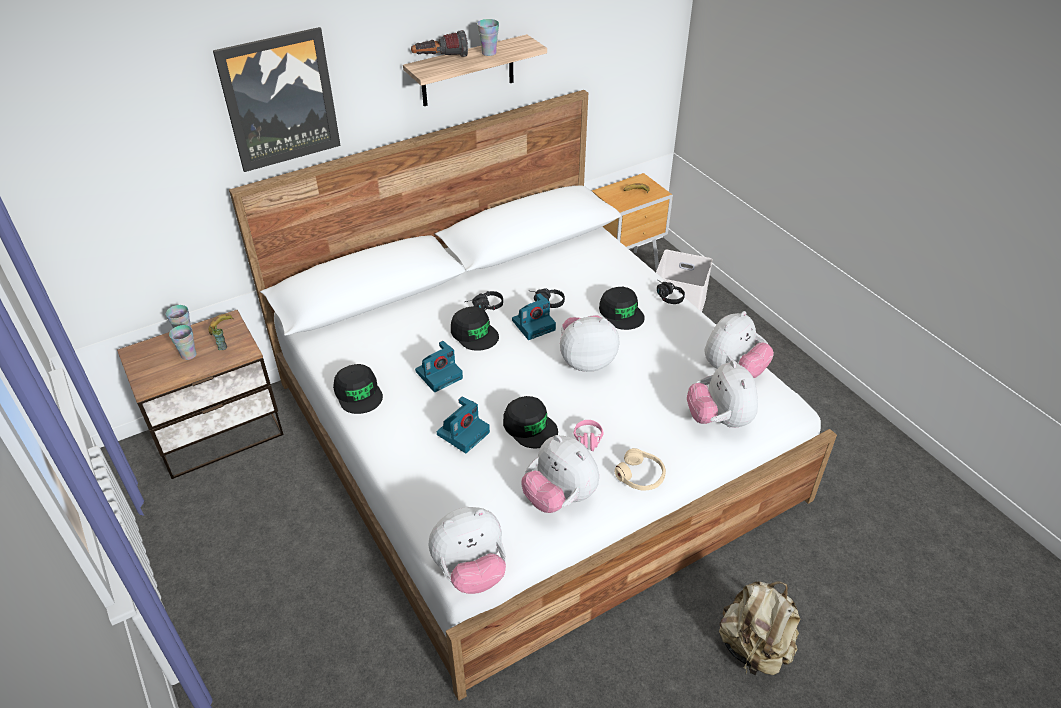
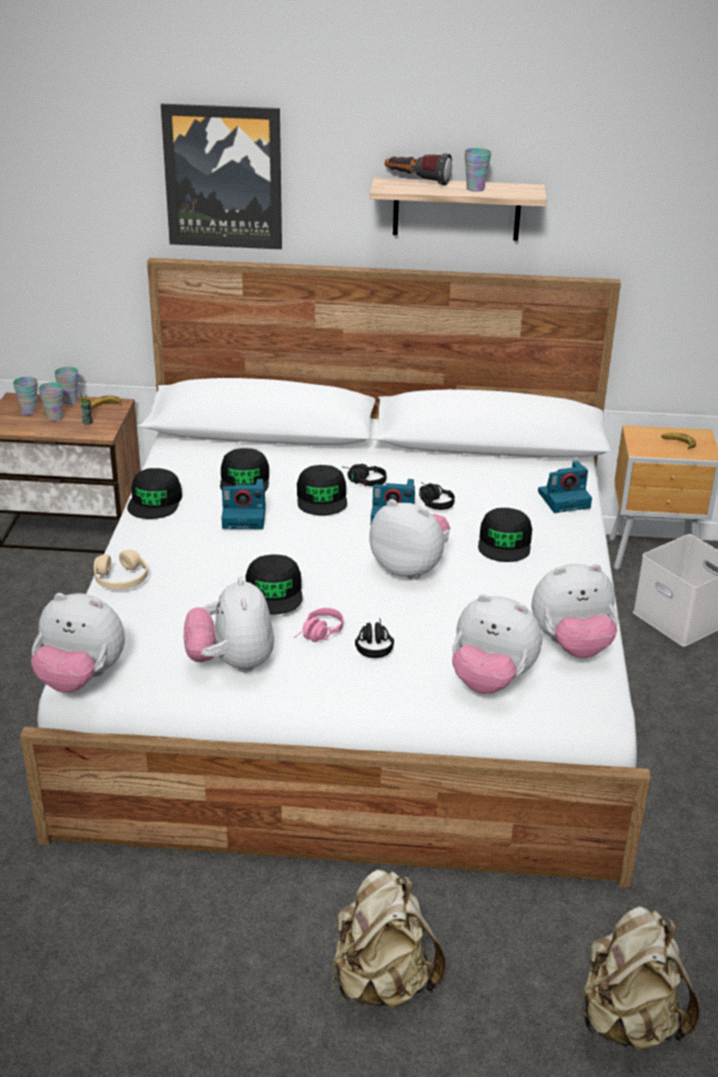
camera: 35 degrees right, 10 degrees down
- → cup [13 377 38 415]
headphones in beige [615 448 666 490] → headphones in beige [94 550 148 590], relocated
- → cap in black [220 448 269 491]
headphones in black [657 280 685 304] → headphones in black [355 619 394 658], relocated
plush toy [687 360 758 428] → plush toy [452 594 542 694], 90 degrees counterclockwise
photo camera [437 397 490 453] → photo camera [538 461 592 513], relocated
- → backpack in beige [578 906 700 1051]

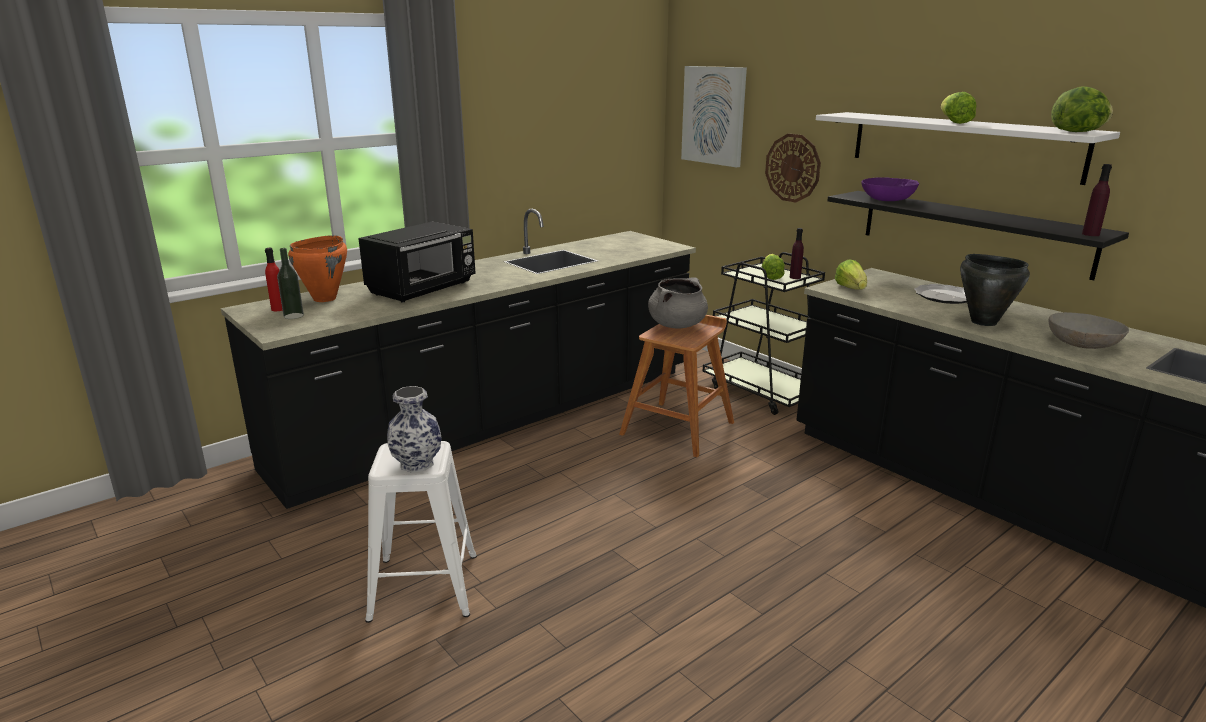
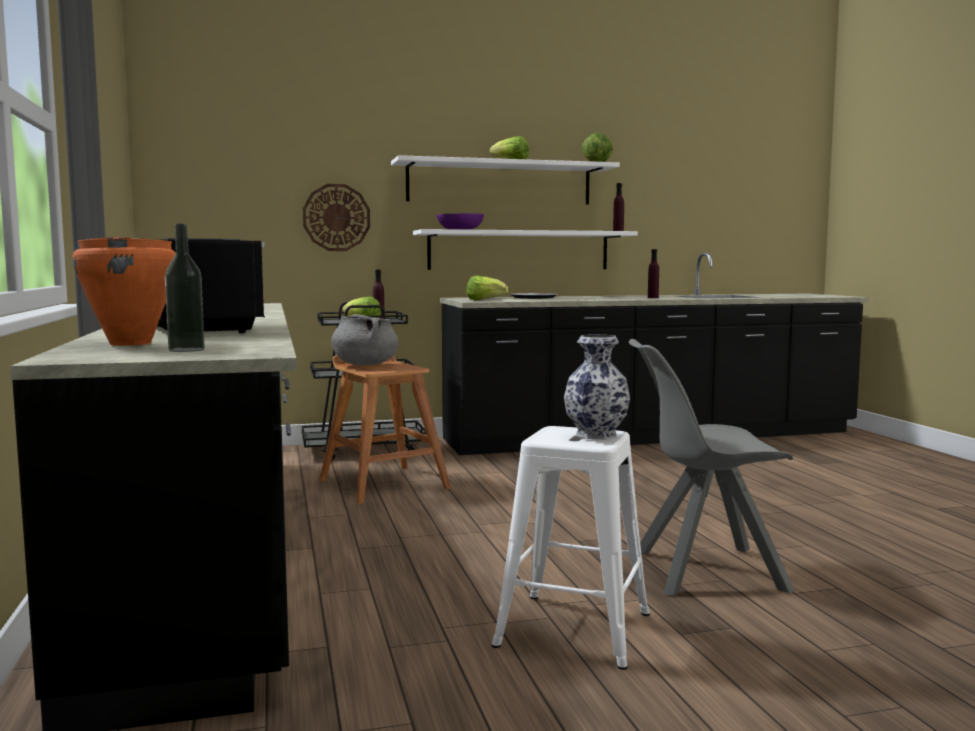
camera: 65 degrees left, 15 degrees down
shelf in black [827 191 1129 280] → shelf in white [413 229 638 270]
- → chair in grey [629 339 795 596]
bowl in grey [1049 312 1129 349] → bottle in purple [648 249 659 298]
bottle in red [265 248 283 311] → -
picture [681 66 747 167] → -
cooking pot in black [960 254 1030 326] → -

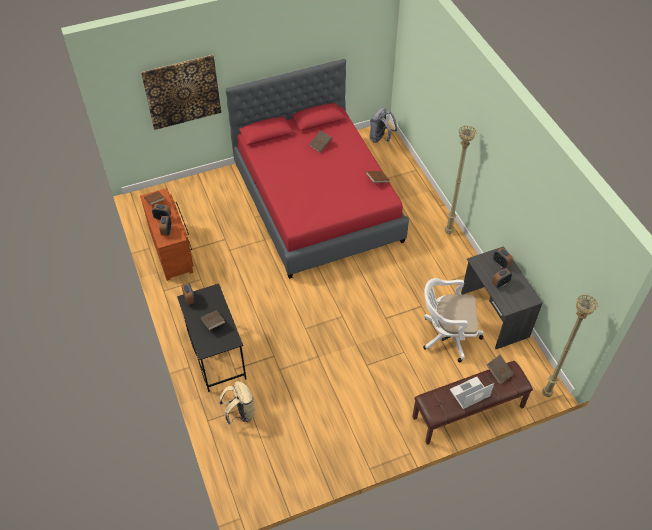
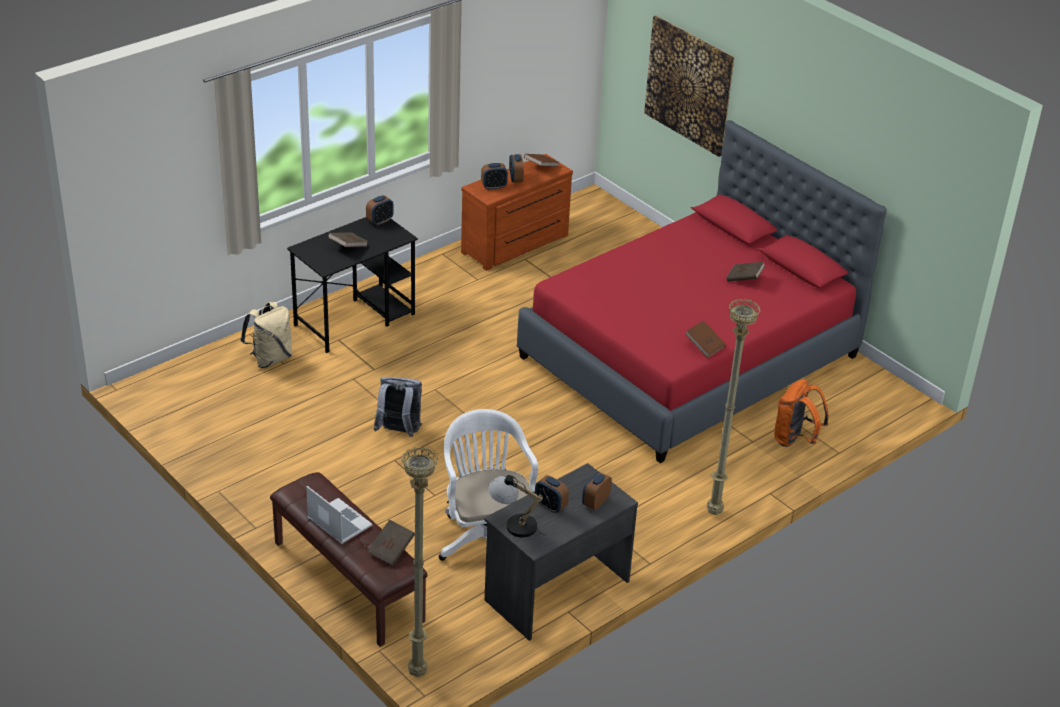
camera: 70 degrees right, 15 degrees down
backpack in grey [370 108 397 143] → backpack in grey [374 377 422 437], relocated
- → table lamp [488 475 545 537]
- → backpack in orange [774 379 828 447]

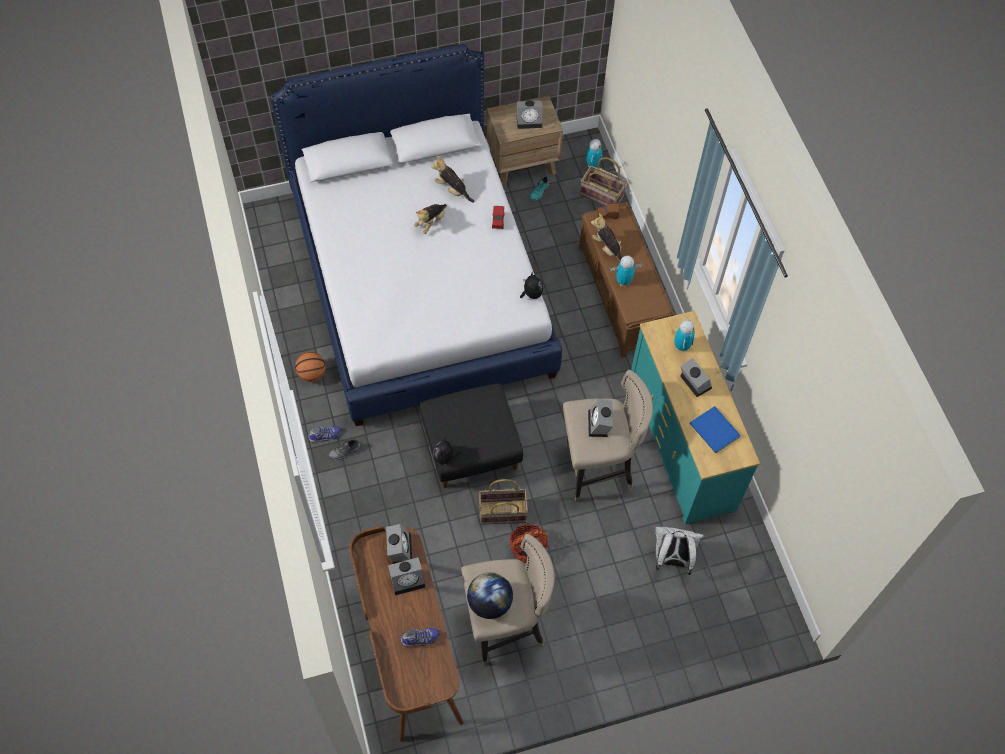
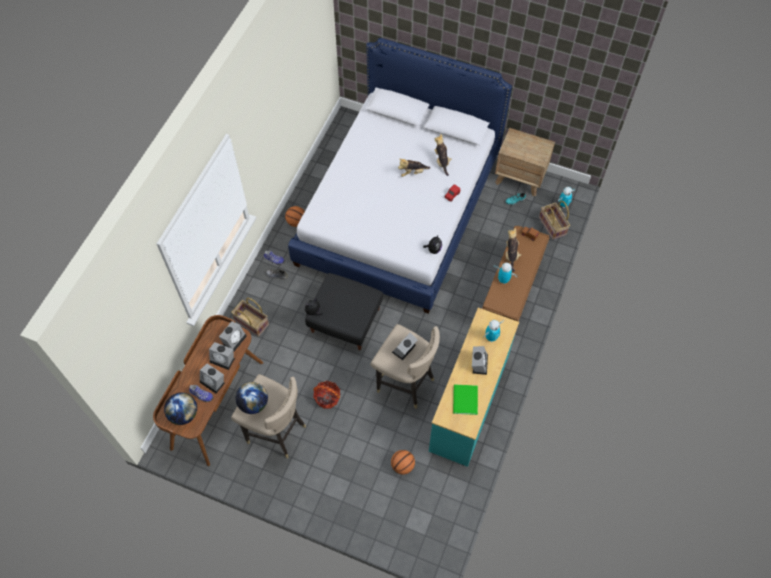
camera: 40 degrees right, 0 degrees up
- → globe [164 393 197 425]
alarm clock [517 100 543 129] → alarm clock [200 363 225 393], relocated
basket [479 479 528 525] → basket [231 298 269 337], relocated
backpack in white [654 527 704 575] → basketball [391 450 415 475]
book in blue [690 406 740 453] → book in green [453 384 478 415]

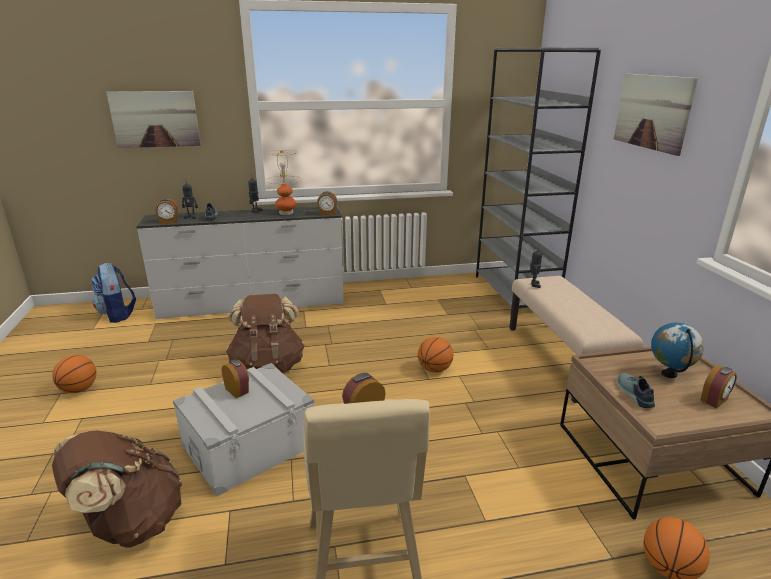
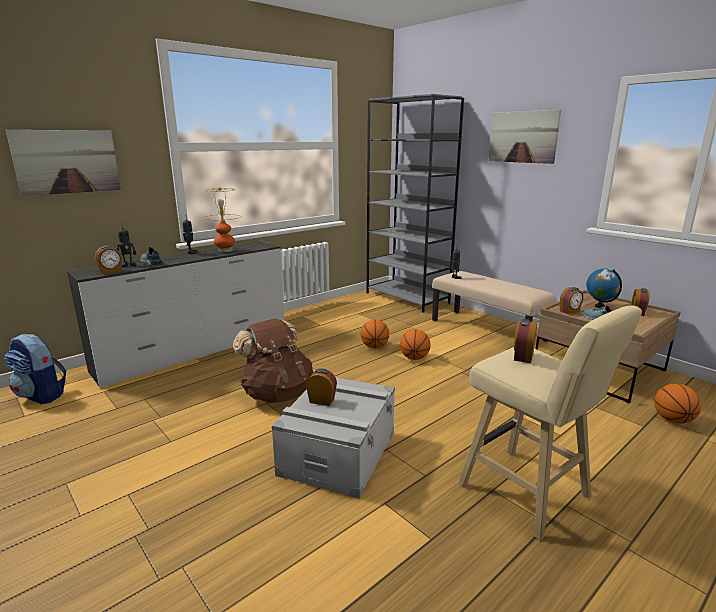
camera: 30 degrees left, 5 degrees down
basketball [52 355 96 393] → basketball [360 319 389 348], relocated
alarm clock [317 191 337 215] → alarm clock [560 287 584 314], relocated
backpack in brown [52 430 182 548] → -

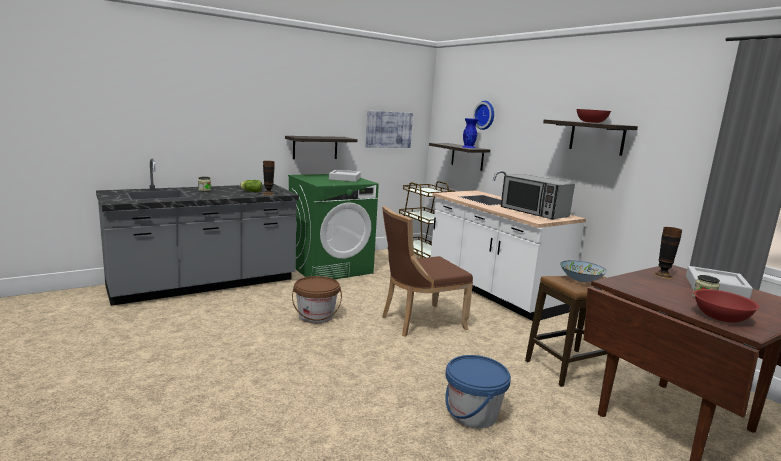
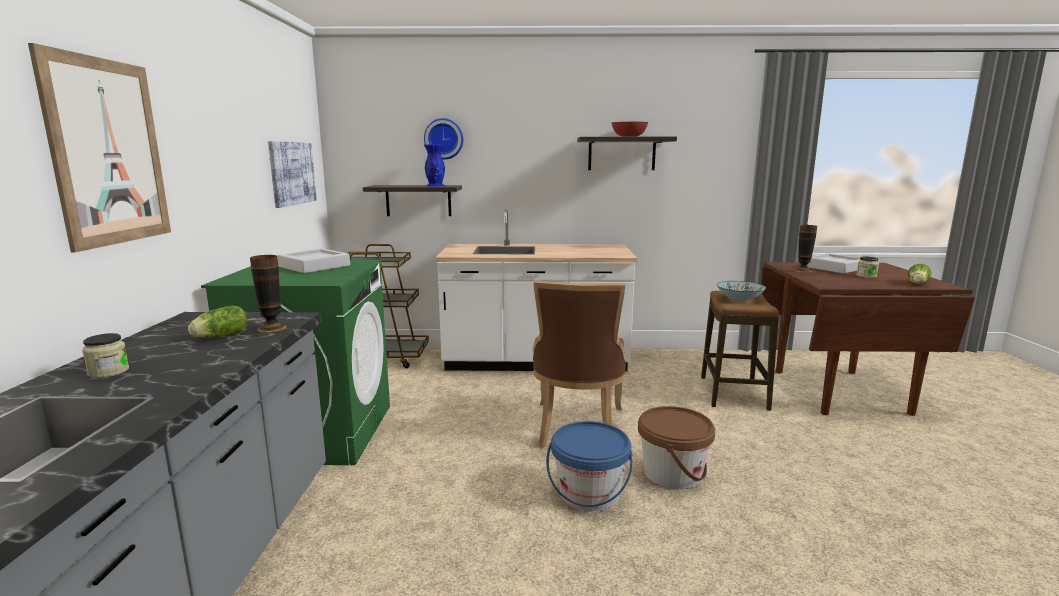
camera: 55 degrees left, 0 degrees up
- → picture [28 43 171 252]
bucket in blue [445 355 511 429] → bucket in blue [546 421 632 511], relocated
bucket in brown [292 276 342 323] → bucket in brown [638 406 715 490], relocated
bowl in red [694 289 760 323] → lettuce [908 264 932 284]
shelf [285 136 357 159] → -
microwave [501 174 575 220] → -

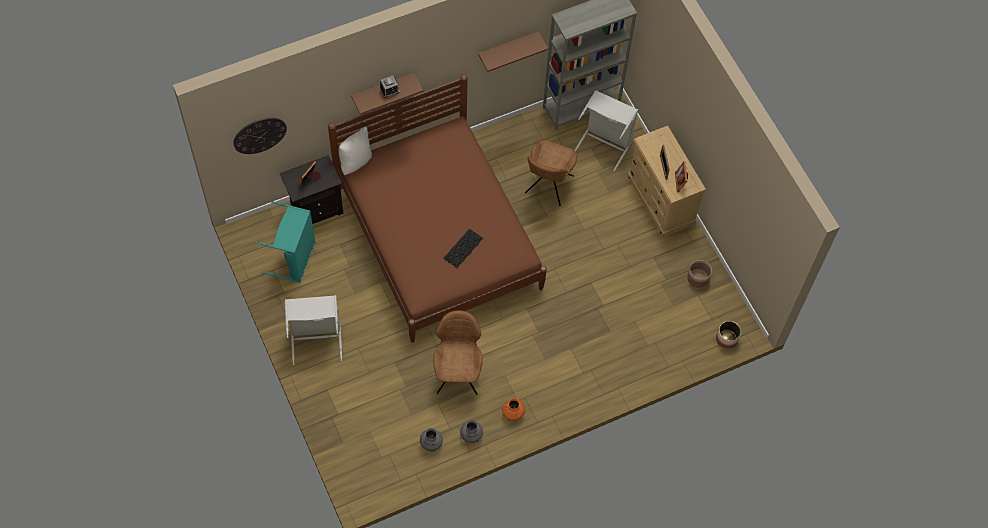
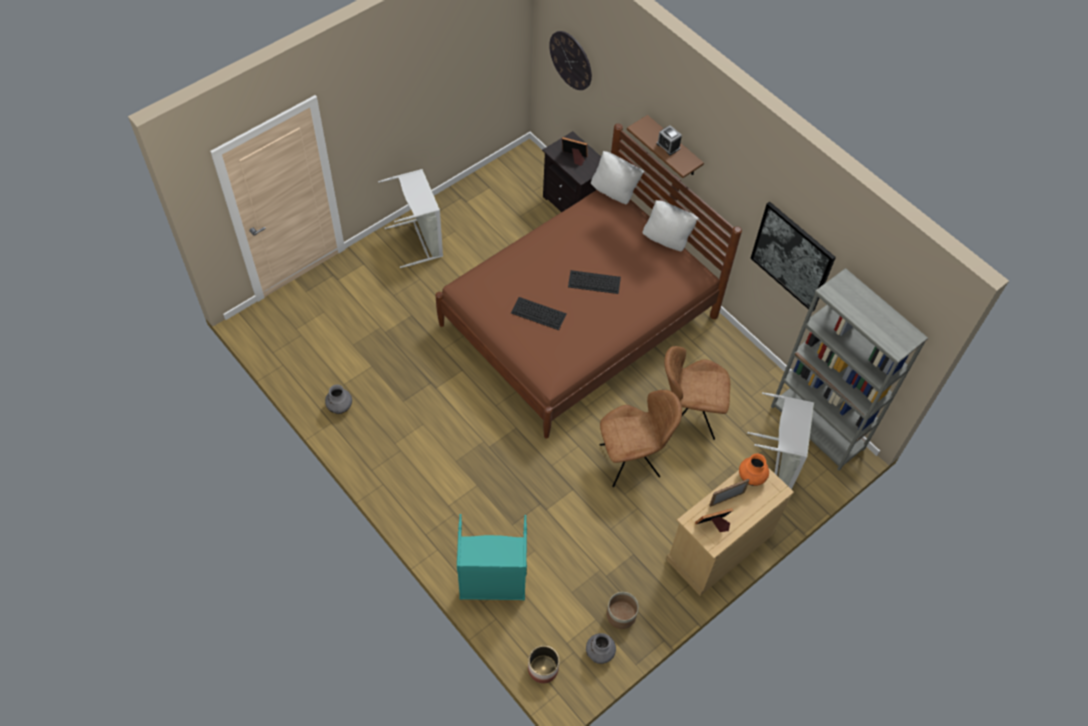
camera: 75 degrees right, 5 degrees down
laundry basket in turquoise [255 201 315 283] → laundry basket in turquoise [457 514 527 600], relocated
- → keyboard [568 270 621 294]
vase in grey [420 428 443 451] → vase in grey [586 633 616 664], relocated
chair in brown [433 310 483 395] → chair in brown [600 390 682 487], relocated
- → pillow in white [642 200 699 251]
vase in orange [502 398 525 421] → vase in orange [739 454 769 486], relocated
shelf in brown [478 31 548 72] → picture [750 202 836 312]

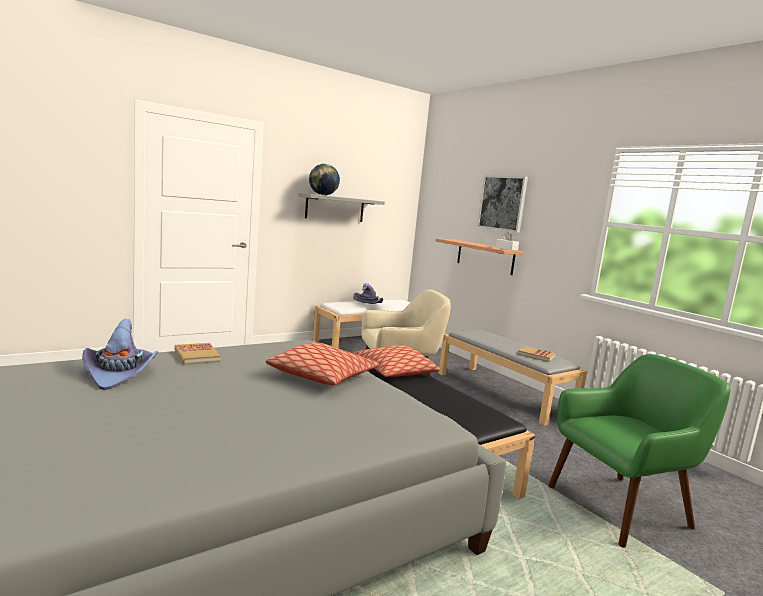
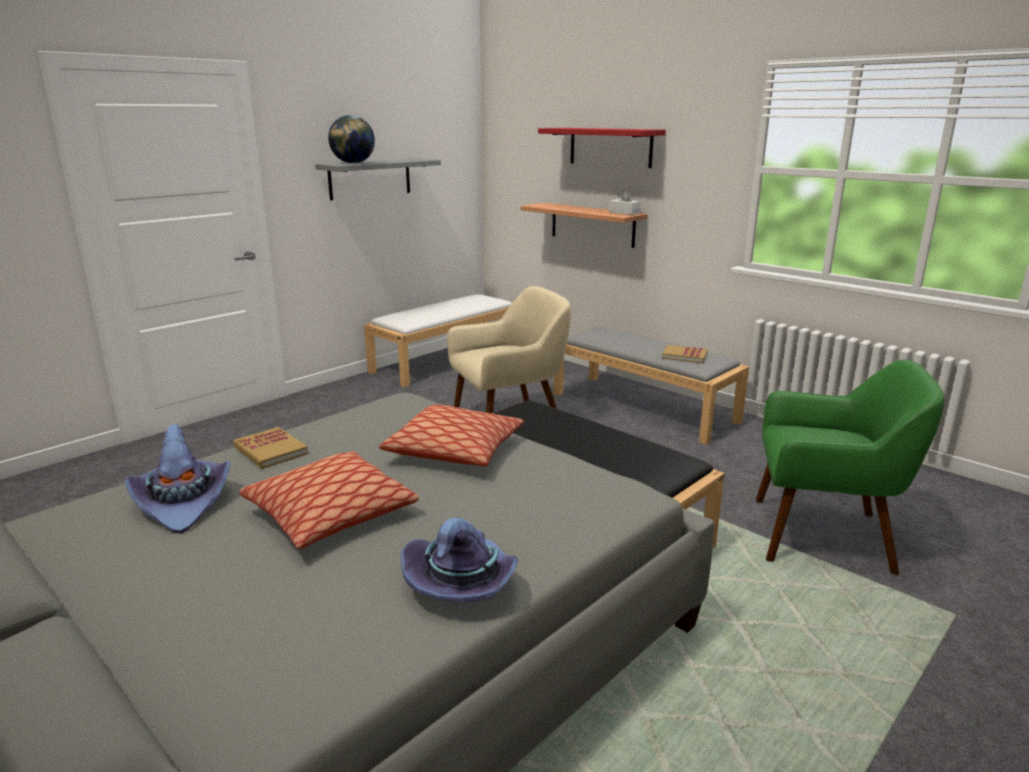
camera: 10 degrees left, 10 degrees up
pillow [353 345 440 377] → pillow [239 451 419 549], relocated
hat in purple [353 283 383 304] → hat in purple [400 518 518 602], relocated
picture [477 175 528 233] → shelf in red [538 128 666 168]
armchair in green [548 354 730 548] → armchair in green [756 360 944 575], 45 degrees clockwise

